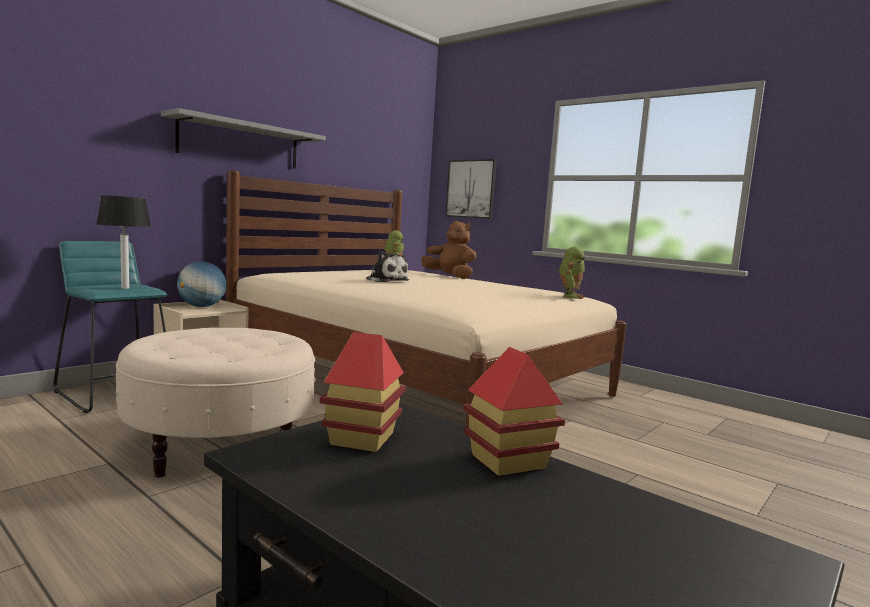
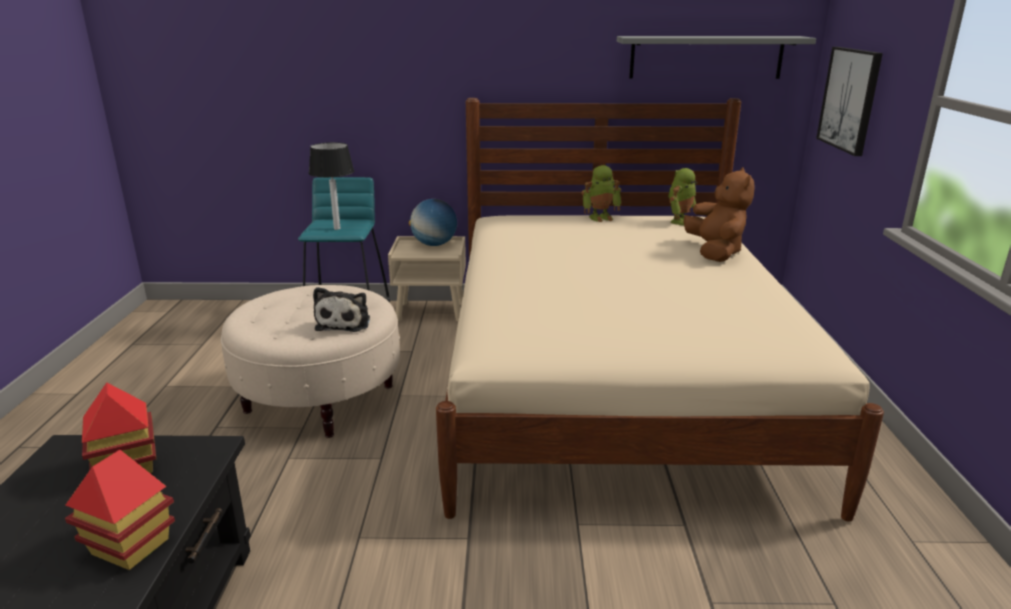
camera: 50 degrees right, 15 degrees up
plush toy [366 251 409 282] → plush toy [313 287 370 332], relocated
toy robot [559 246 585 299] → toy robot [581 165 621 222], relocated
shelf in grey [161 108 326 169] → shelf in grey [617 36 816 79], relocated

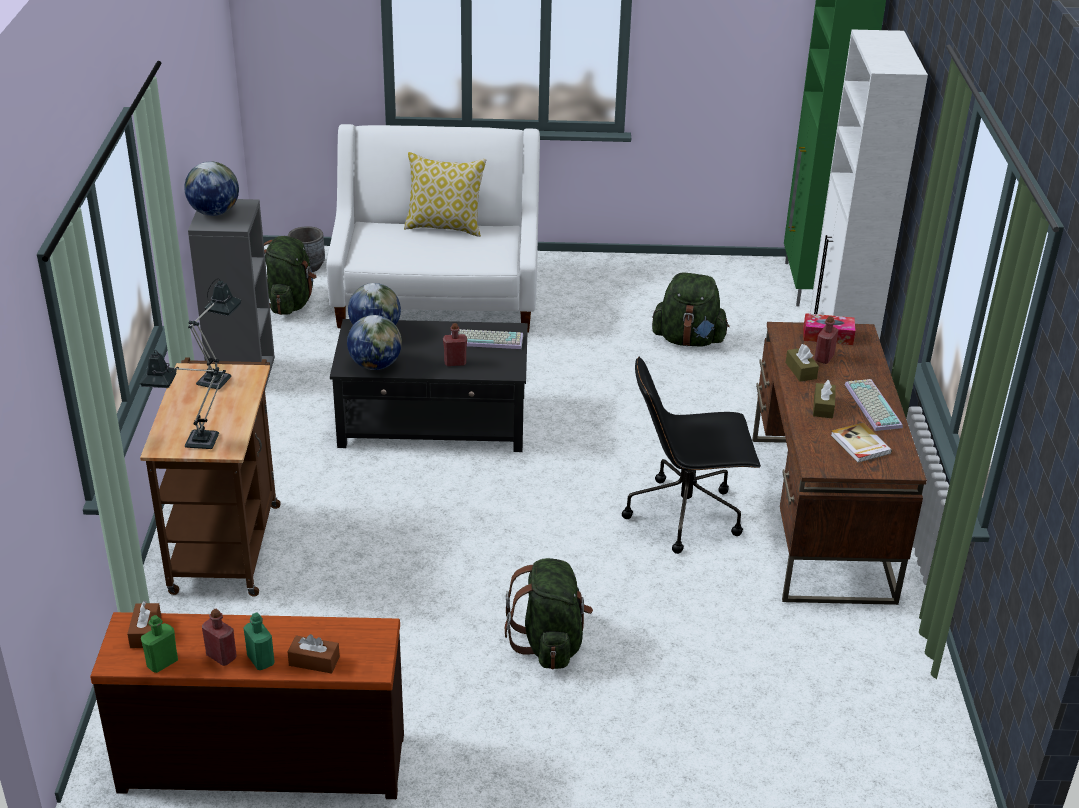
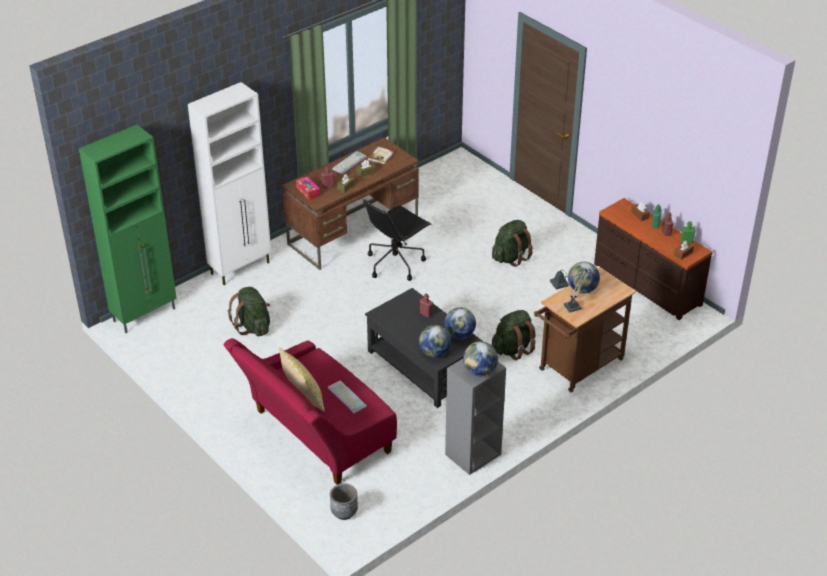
camera: 130 degrees left, 5 degrees up
sofa in white [327 124 540 333] → sofa in red [224 338 397 485]
keyboard [451 329 523 349] → keyboard [328 380 367 413], relocated
office chair in black [622 356 761 554] → office chair in black [363 199 431 281], 90 degrees clockwise
backpack in green [264 236 316 315] → backpack in green [492 310 536 360], relocated
- → globe [568 262 600 294]
table lamp [140 350 226 449] → -

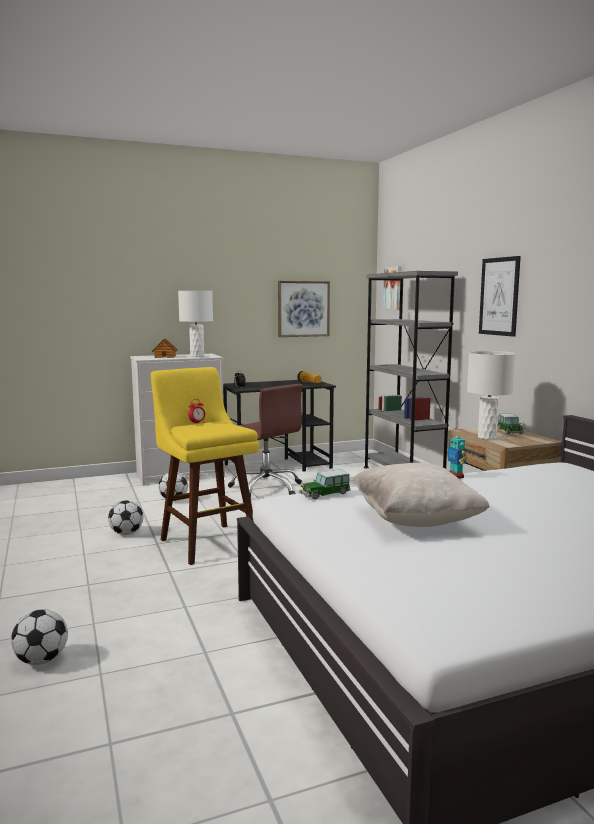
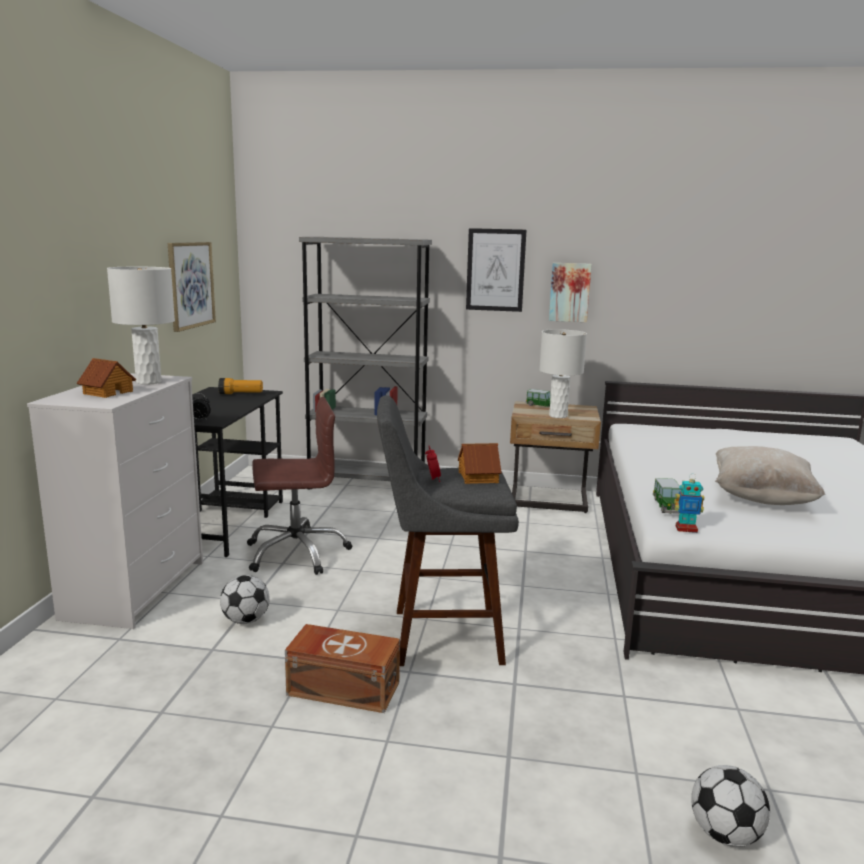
camera: 60 degrees left, 5 degrees up
football [108 500 143 535] → storage box in brown [285 624 400 713]
stool in yellow [151 367 259 565] → stool in grey [377 395 519 666]
- → toy house [458 443 502 484]
picture [383 266 402 310] → picture [549 263 592 322], relocated
toy robot [448 431 468 479] → toy robot [674 474 704 533], relocated

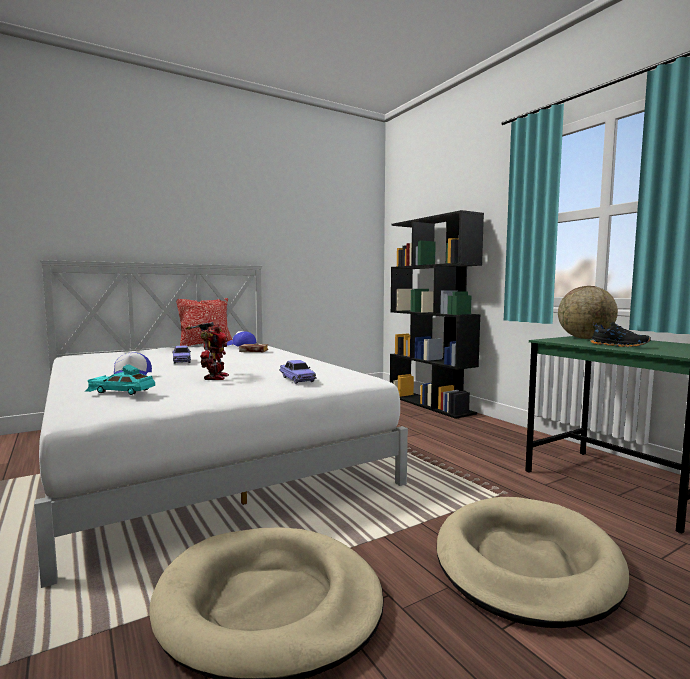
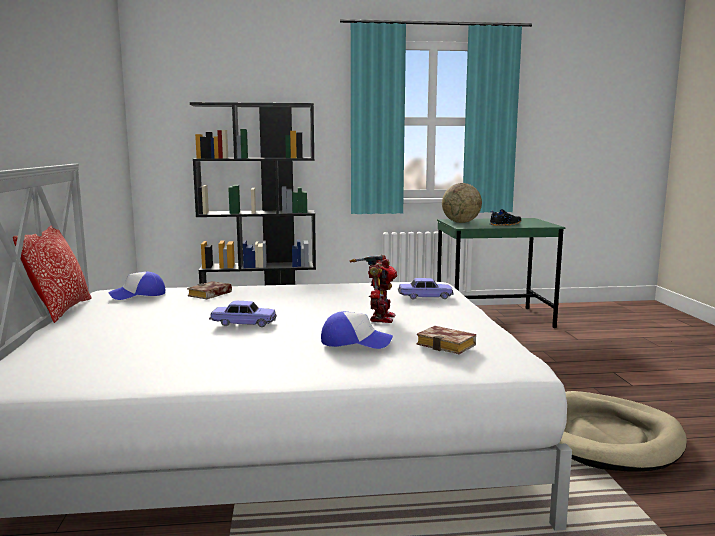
camera: 65 degrees left, 5 degrees up
toy robot [185 322 229 380] → toy robot [350 254 397 323], 75 degrees clockwise
toy car in turquoise [85 364 155 395] → book [416 326 476 354]
dog bed in beige [437 497 629 628] → -

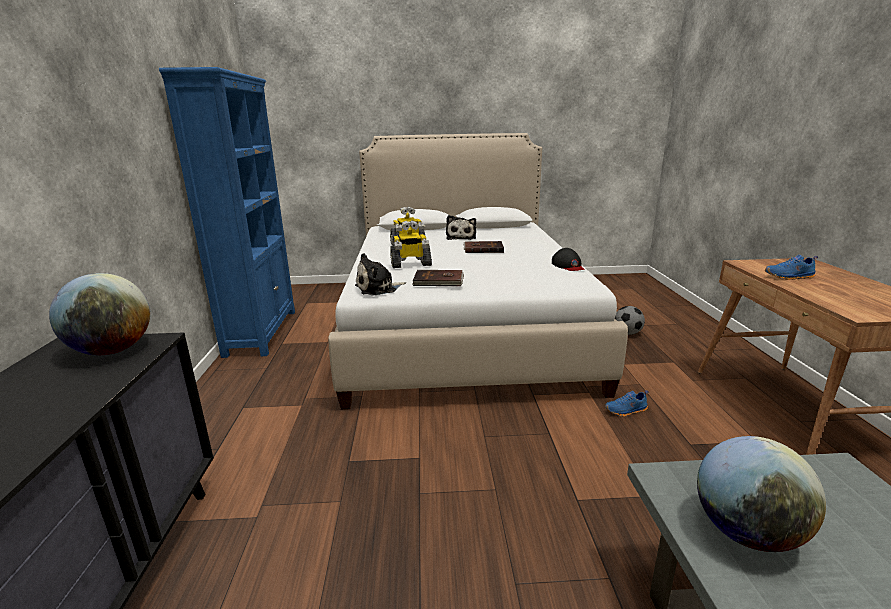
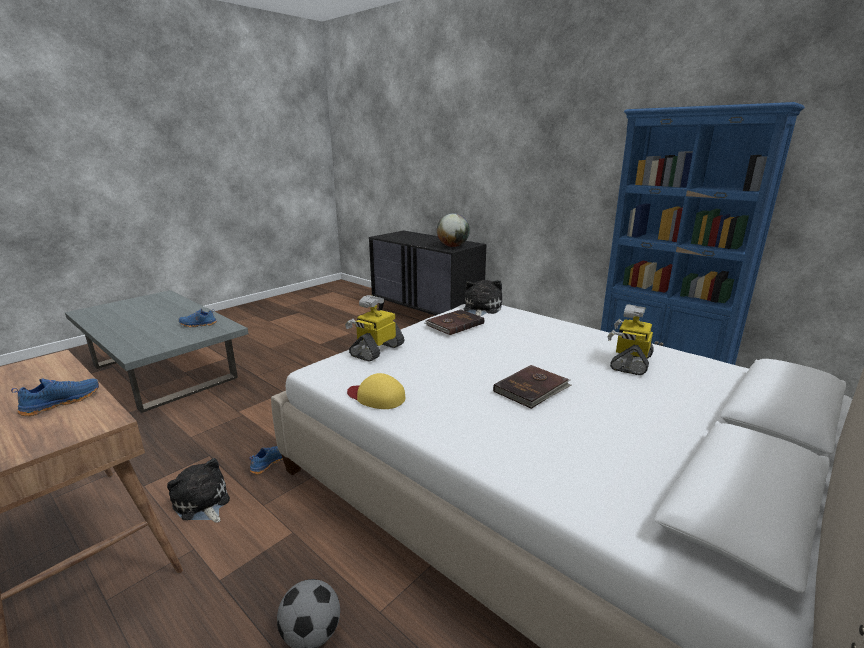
camera: 135 degrees right, 0 degrees up
plush toy [446 215 476 240] → plush toy [167 458 230 523], relocated
globe [697 436 826 552] → shoe in blue [178 309 217 327]
toy robot [390 220 432 268] → toy robot [345 295 405 362], relocated
cap in black [552 248 584 271] → cap in yellow [347 373 405 409]

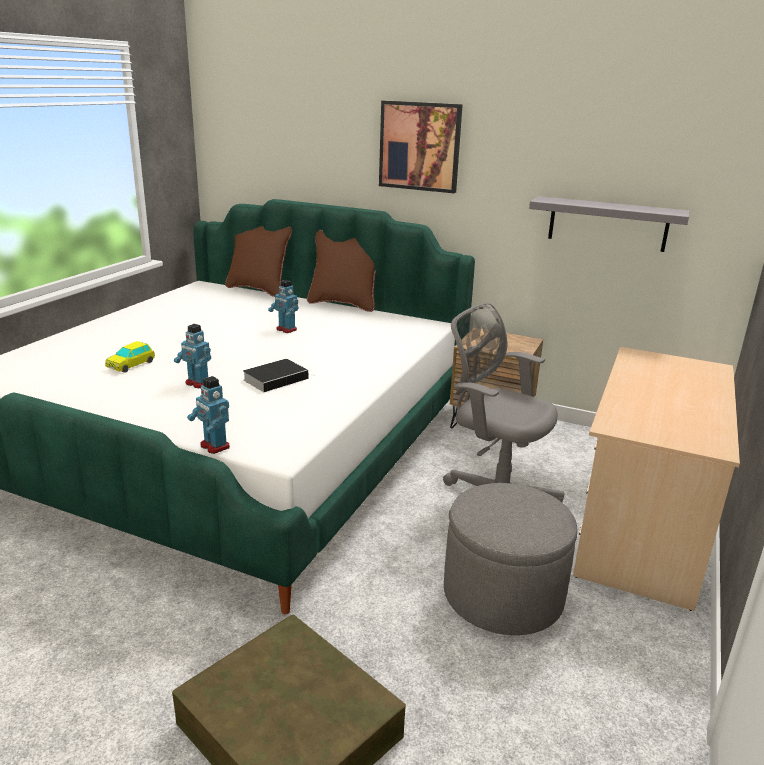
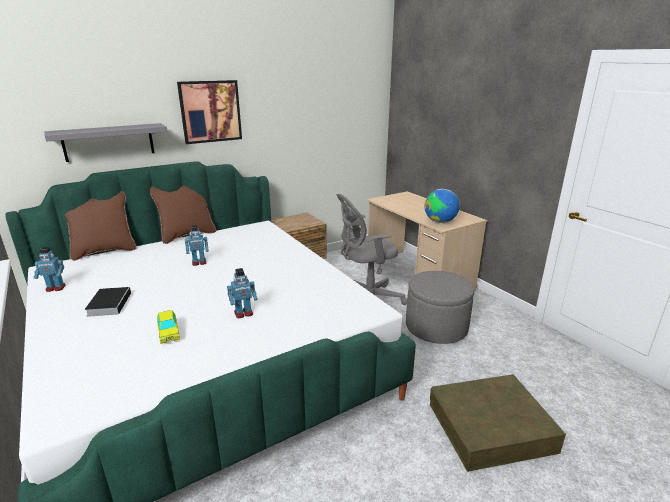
camera: 55 degrees left, 0 degrees up
toy robot [187 376 230 454] → toy robot [34 247 66 292], relocated
shelf in grey [529 196 690 252] → shelf in grey [44 123 168 162], relocated
book [243 359 311 392] → book [85 287 131 317], relocated
- → globe [425 189 460 223]

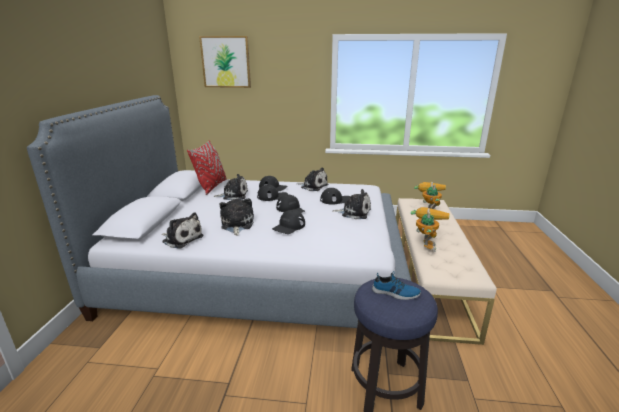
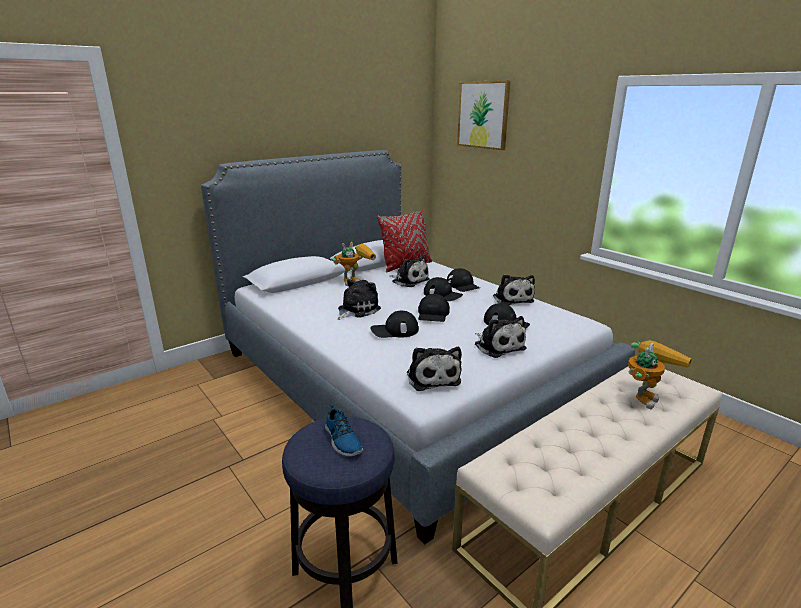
camera: 45 degrees right, 0 degrees up
toy robot [411 207 450 252] → toy robot [333 242 376 286], relocated
plush toy [162 212 204 249] → plush toy [407 347 462 391], relocated

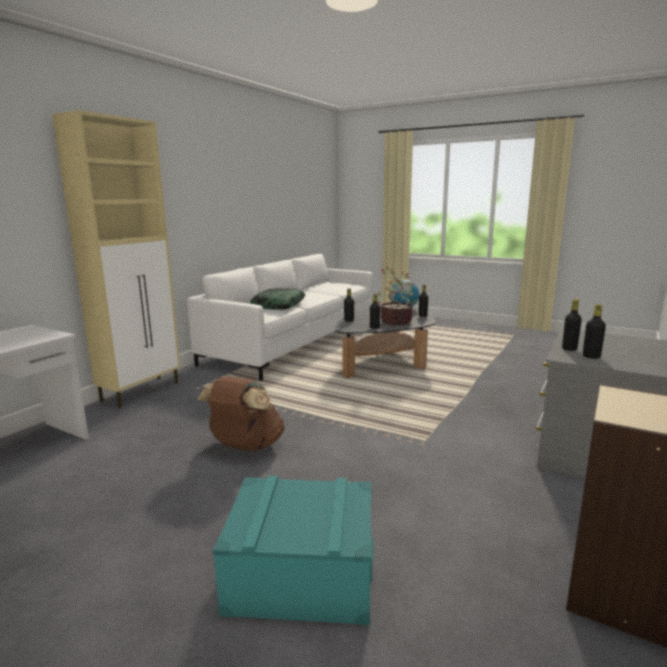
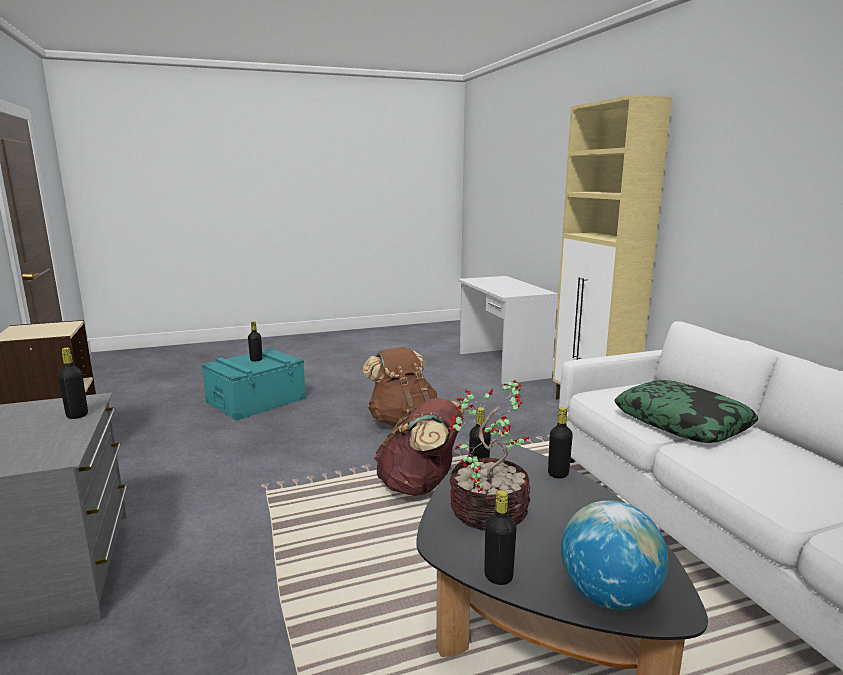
camera: 130 degrees right, 0 degrees up
bottle in black [583 304 606 359] → bottle in black [248 321 262 362], relocated
- → backpack in brown [374 398 464 496]

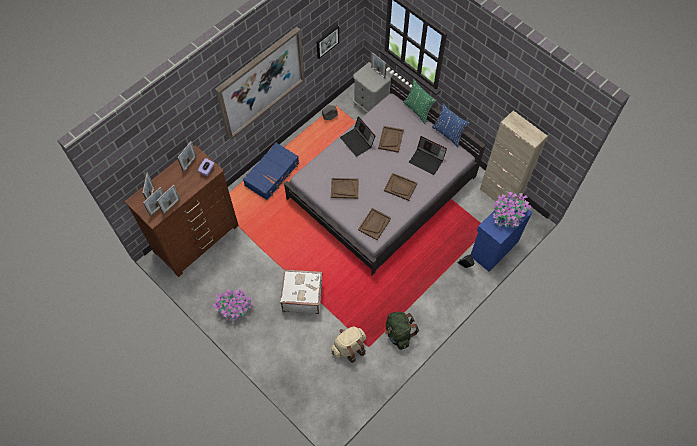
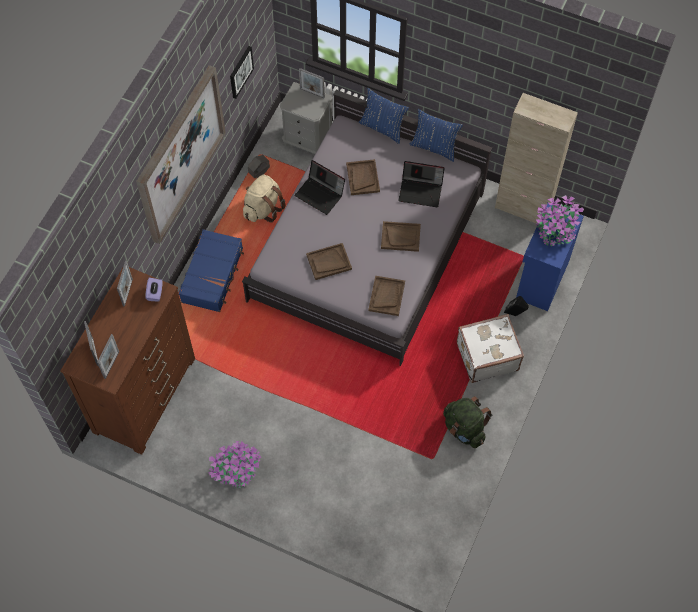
camera: 20 degrees left, 0 degrees up
backpack in beige [331 326 366 363] → backpack in beige [243 175 286 223], relocated
pillow in green [403 79 437 124] → pillow in blue [359 88 409 144]
suitcase in white [280 269 322 314] → suitcase in white [457 314 524 383], relocated
picture frame [157 184 180 214] → -

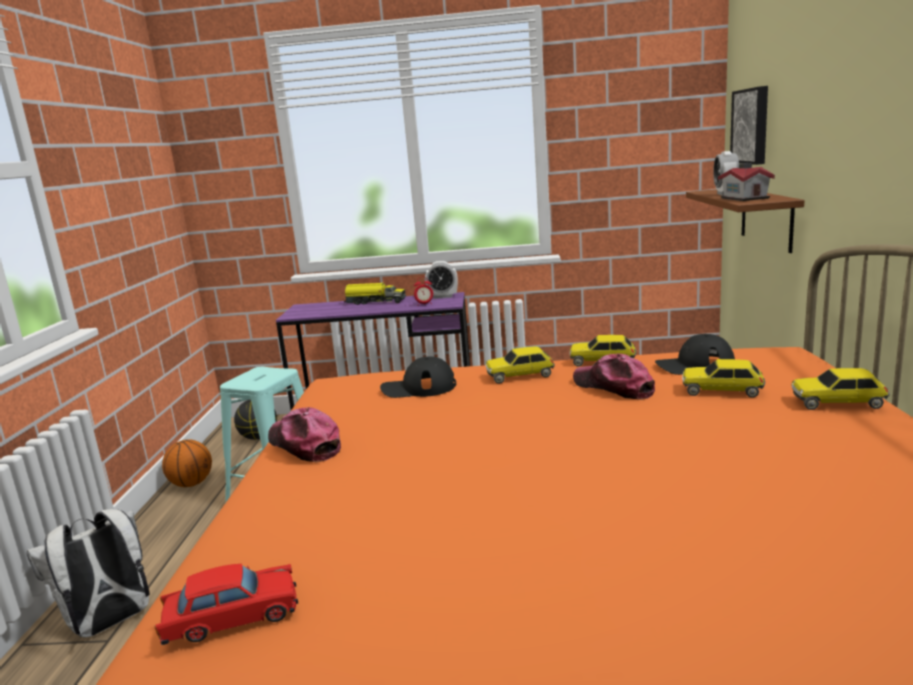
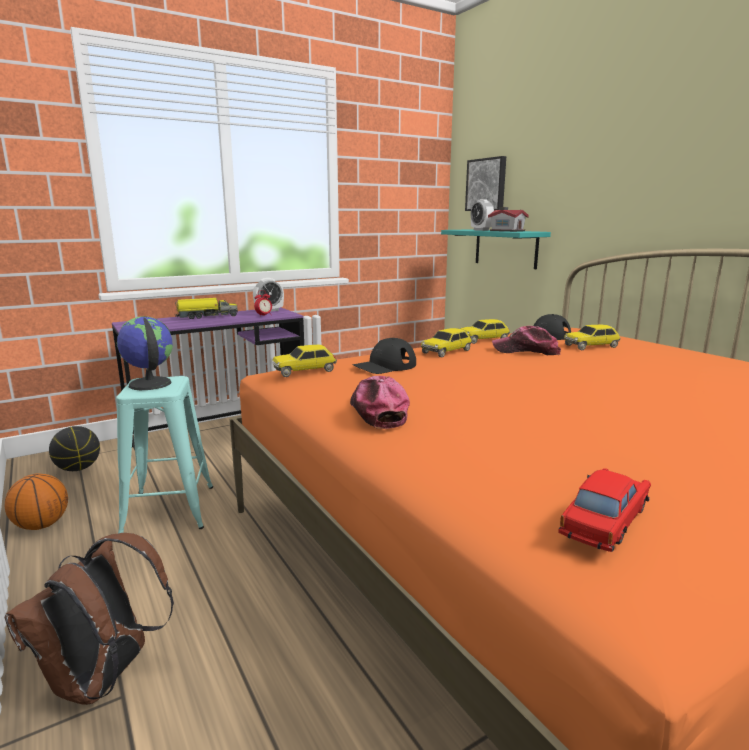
camera: 35 degrees left, 0 degrees up
backpack in white [27 509 150 638] → backpack in brown [5 533 174 705]
- → globe [117 316 173 390]
toy car [792 368 890 410] → toy car [272 345 337 377], relocated
cap [268 407 341 463] → cap [350 376 410 429], 60 degrees clockwise
shelf in brown [686 189 804 253] → shelf in turquoise [441 229 551 269]

